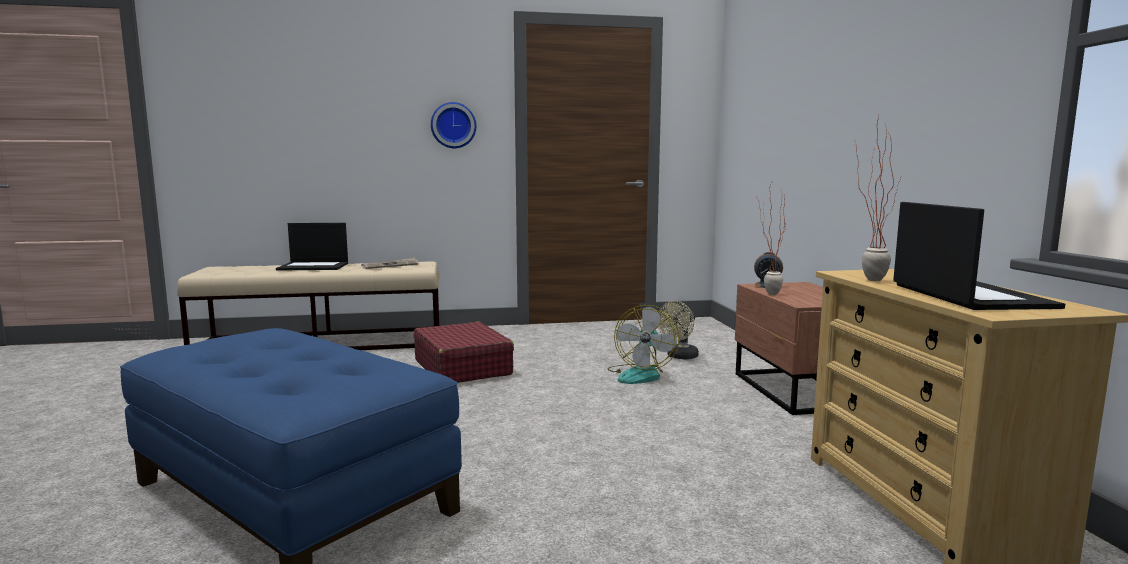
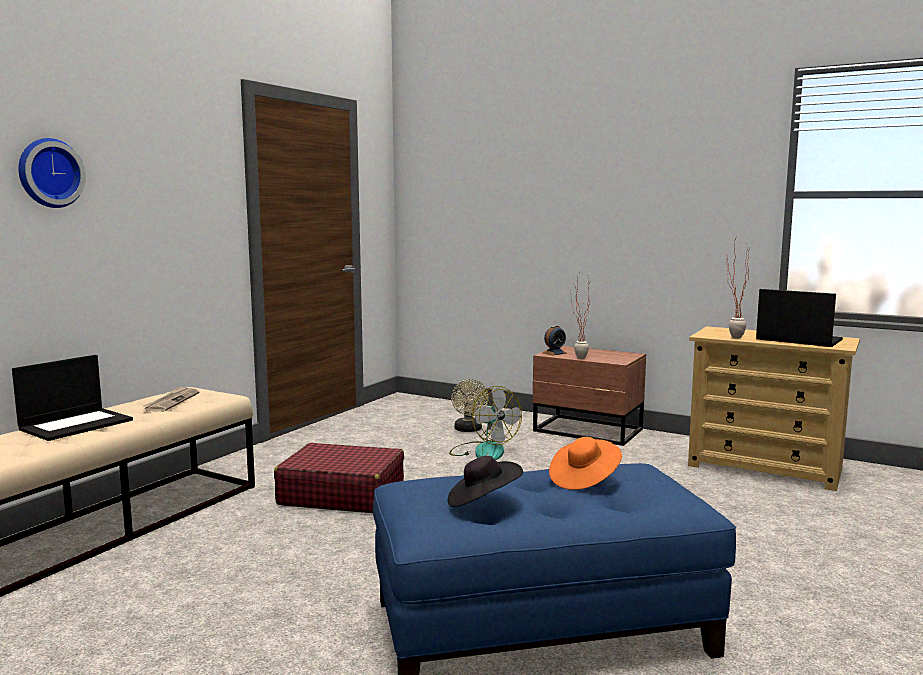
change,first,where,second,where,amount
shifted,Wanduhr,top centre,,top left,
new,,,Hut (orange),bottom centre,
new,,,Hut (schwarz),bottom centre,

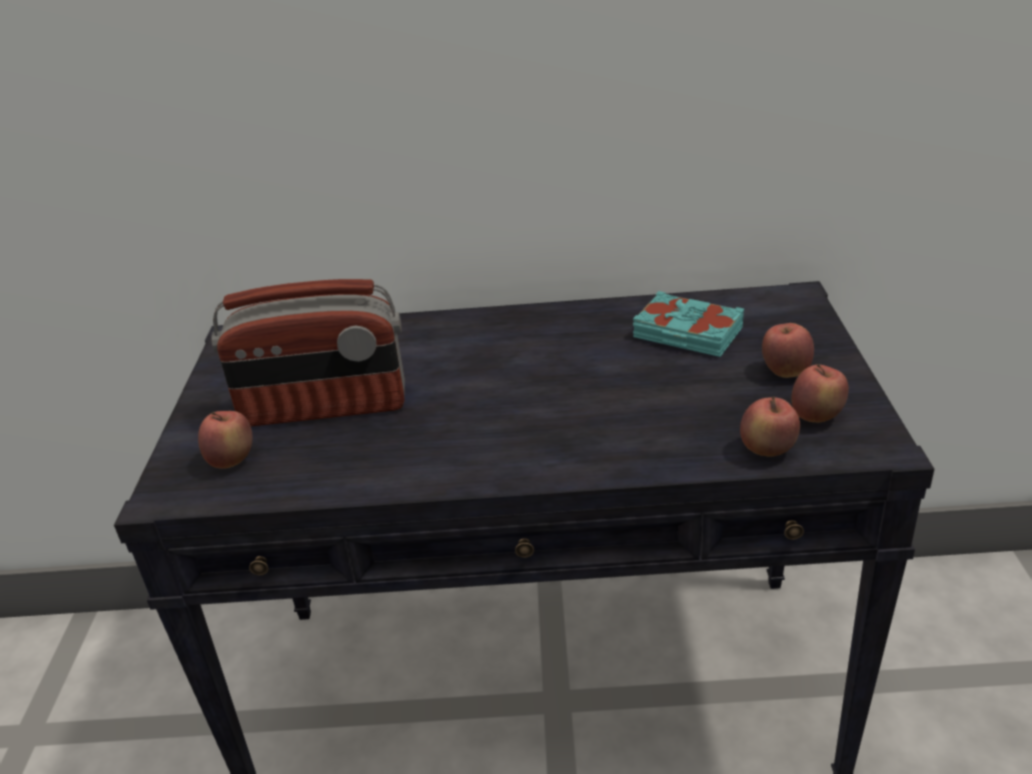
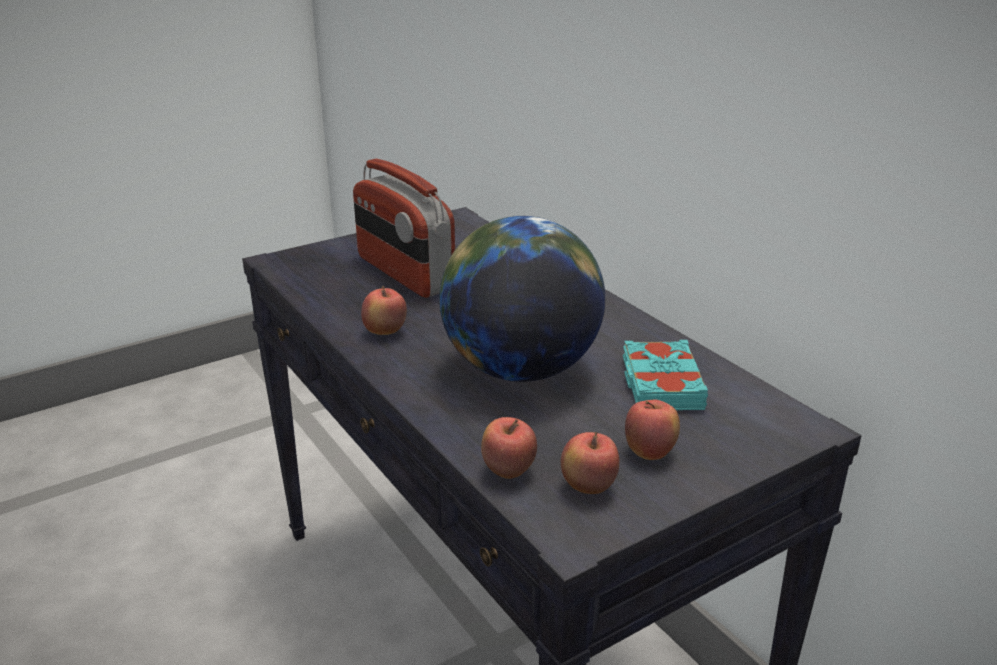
change,first,where,second,where,amount
shifted,Apfel (no. 1 from left),middle left,,centre,
new,,,Globus,centre,

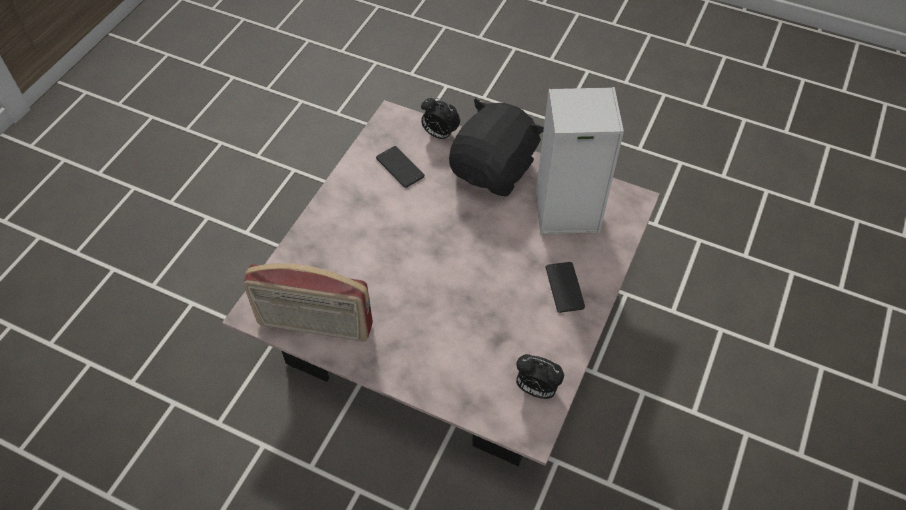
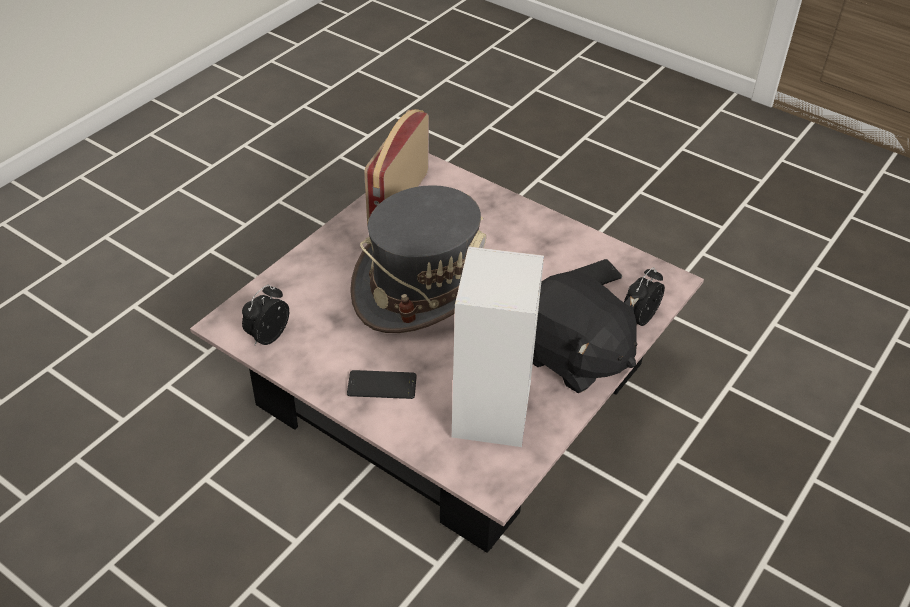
change,first,where,second,where,amount
new,,,Hut (grau),centre,

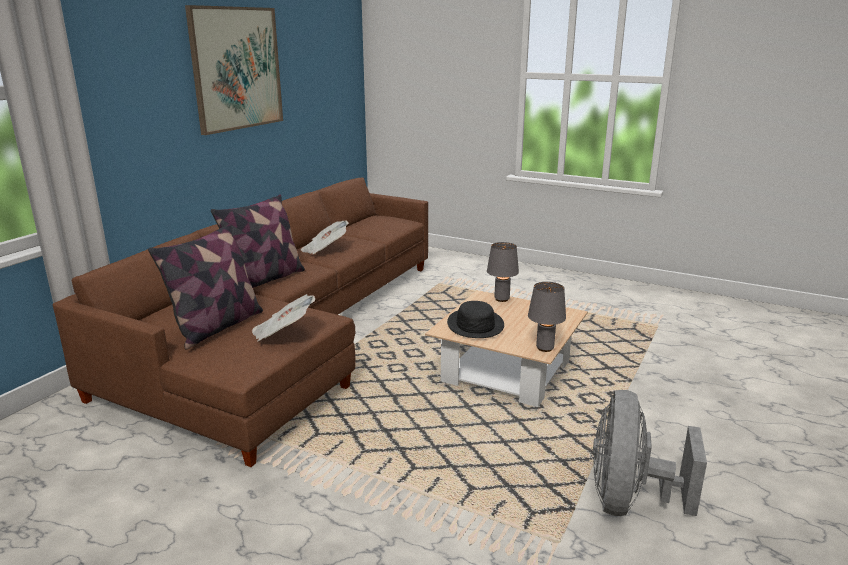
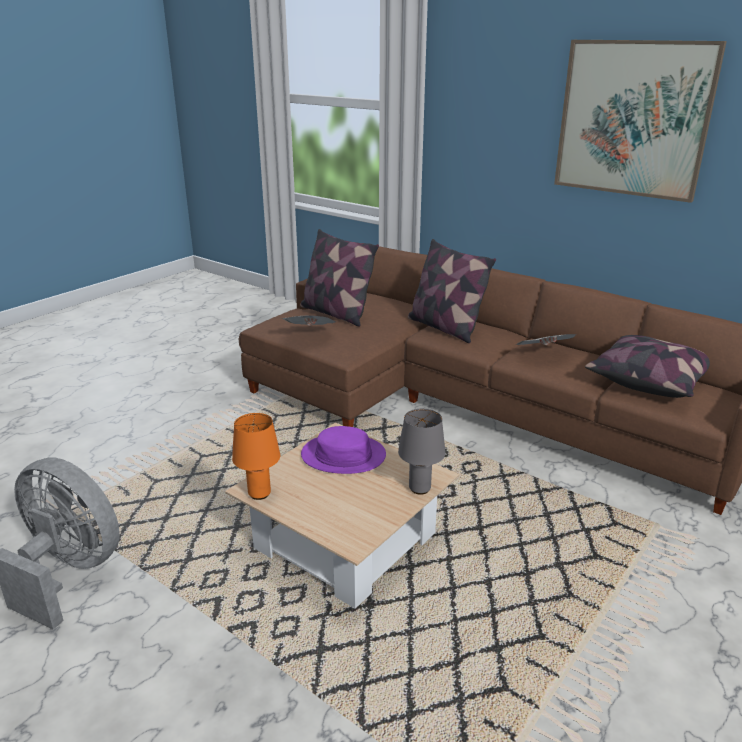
change,first,where,second,where,amount
repainted,Tischlampe (grau) (no. 2 from left),centre,Tischlampe (orange),centre,
repainted,Hut (schwarz),centre,Hut (lila),centre,
new,,,Kissen (no. 3 from left),middle right,

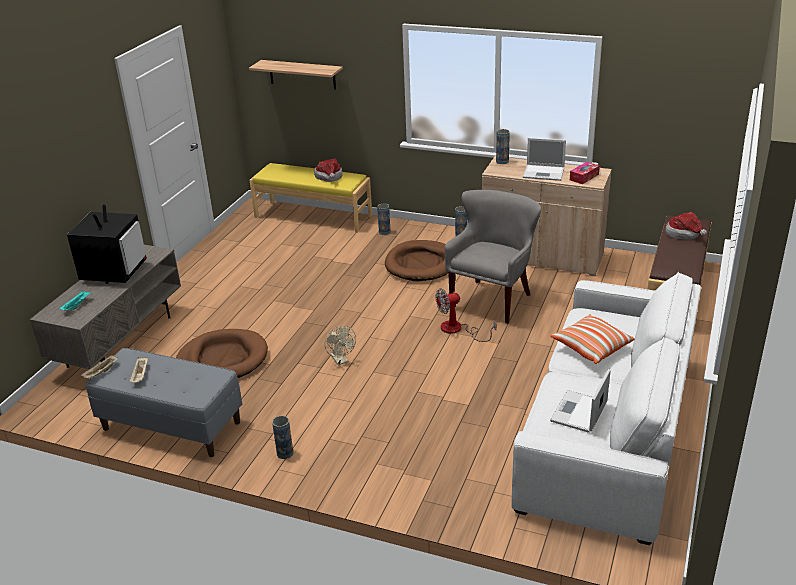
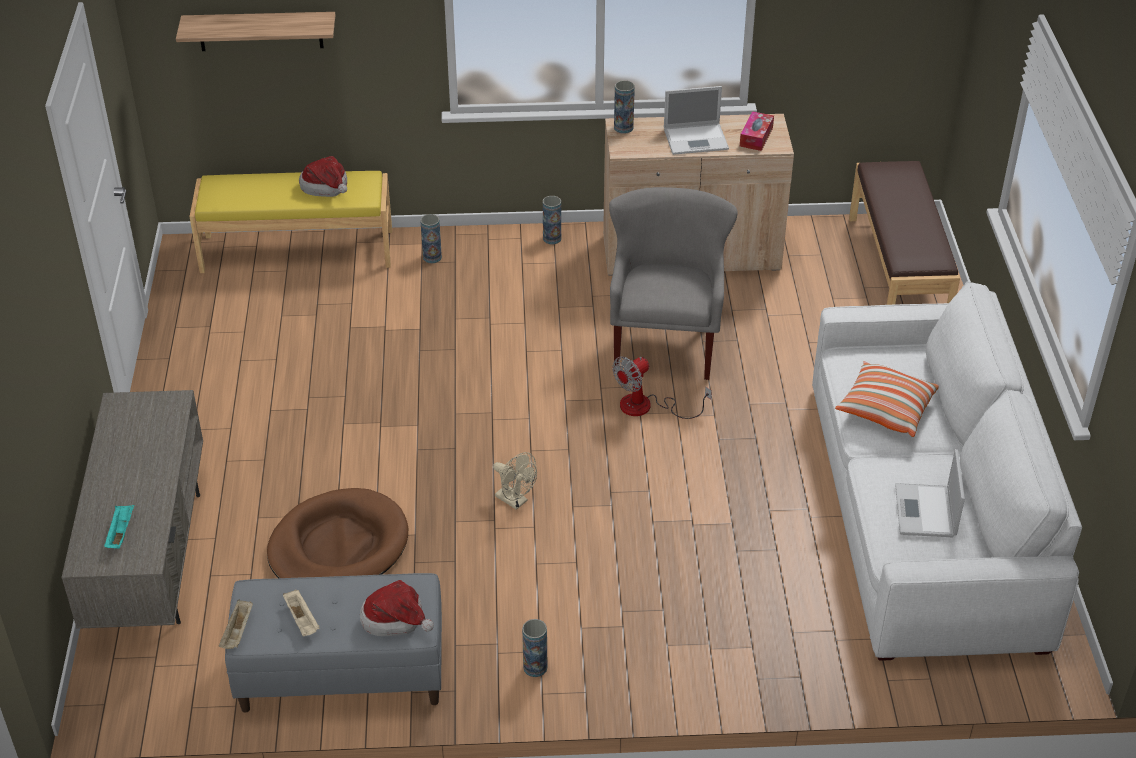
change,first,where,second,where,amount
gone,Fernseher,middle left,,,
shifted,Hut (no. 2 from left),middle right,,bottom centre,
gone,Hundebett (braun) (no. 2 from left),centre,,,

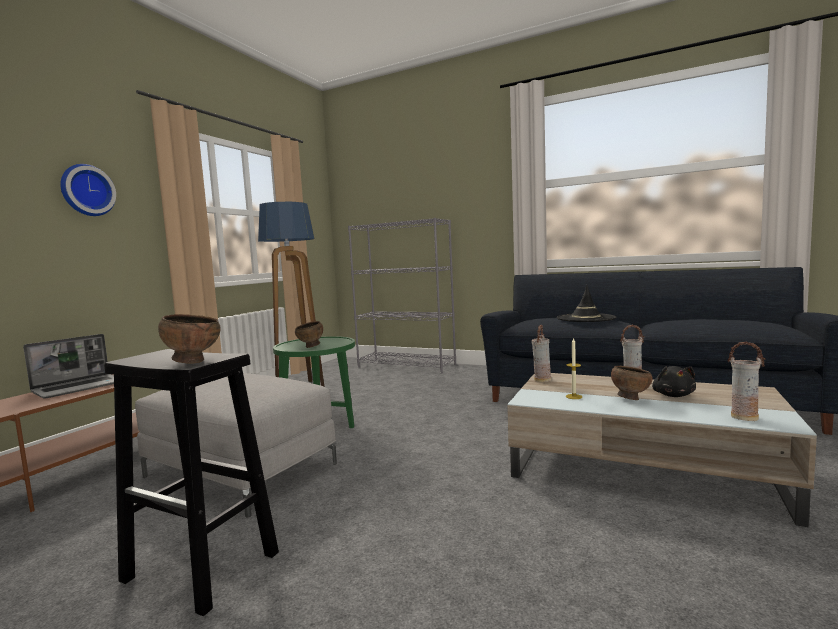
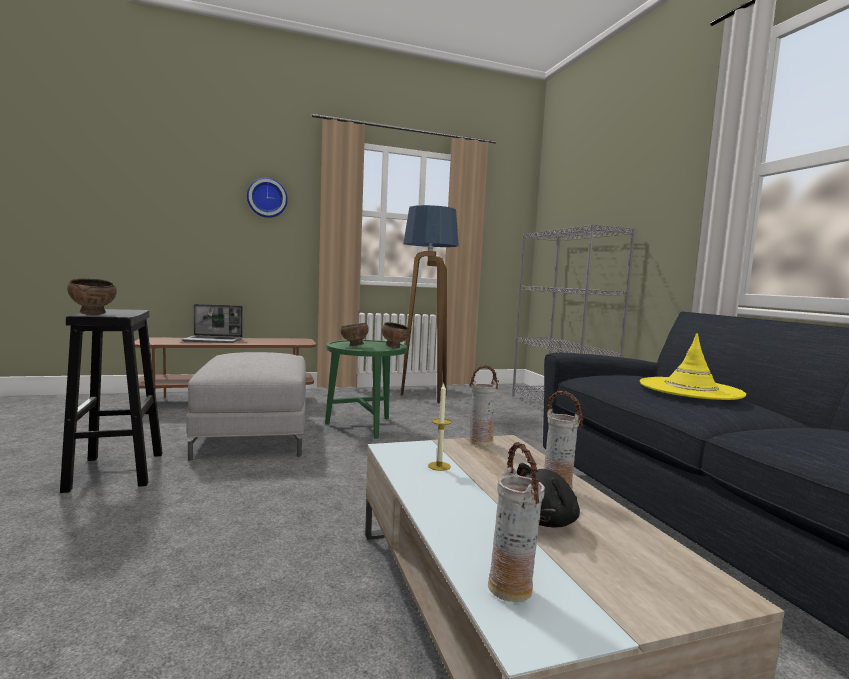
change,first,where,second,where,amount
repainted,Hut (schwarz),middle right,Hut (gelb),middle right,
shifted,Schüssel (braun) (no. 3 from left),middle right,,centre,

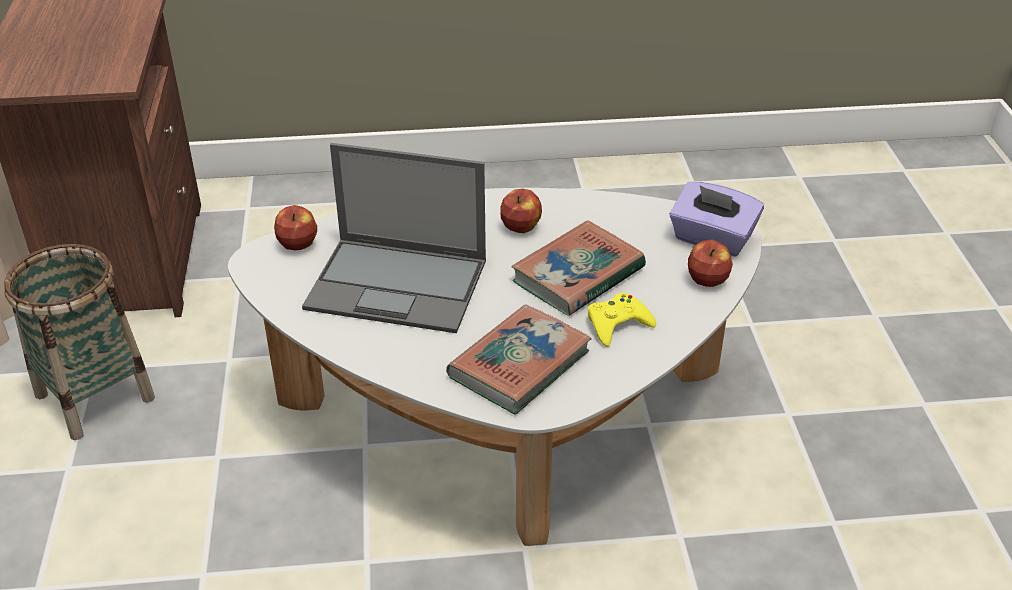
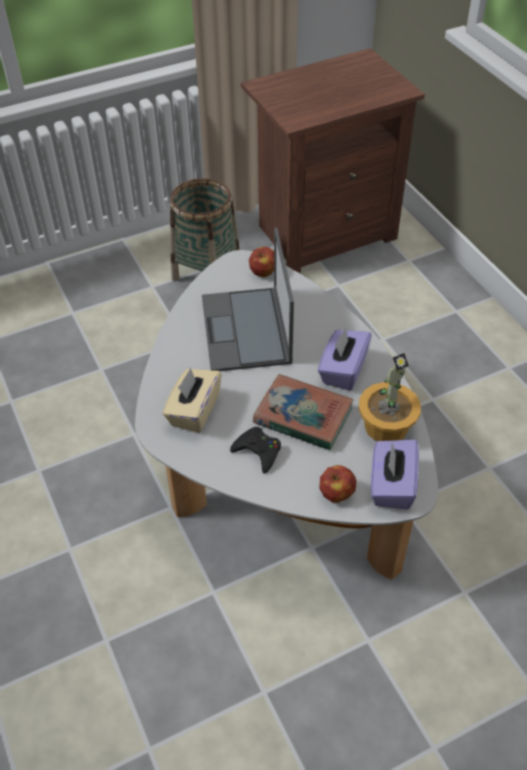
change,first,where,second,where,amount
swapped,Apfel (no. 2 from left),centre,Taschentuchbox (lila) (no. 1 from left),centre,
repainted,Gamepad (gelb),centre,Gamepad (schwarz),centre,
swapped,Buch (no. 1 from left),centre,Taschentuchbox (beige),centre,
new,,,Topfpflanze,middle right,

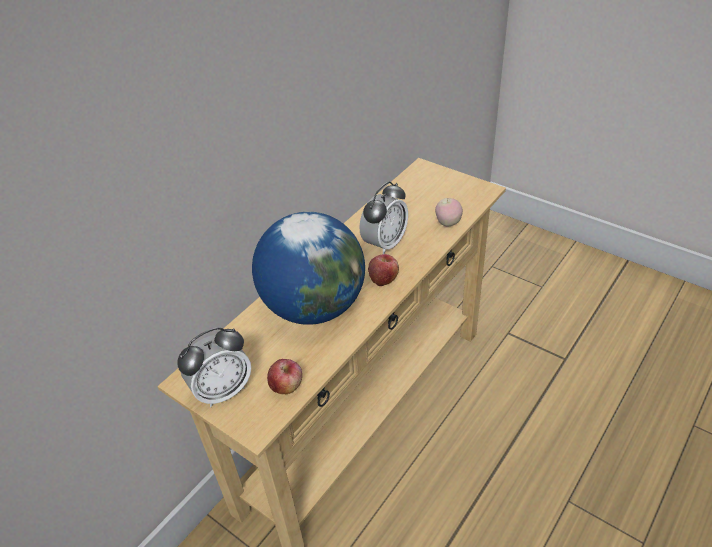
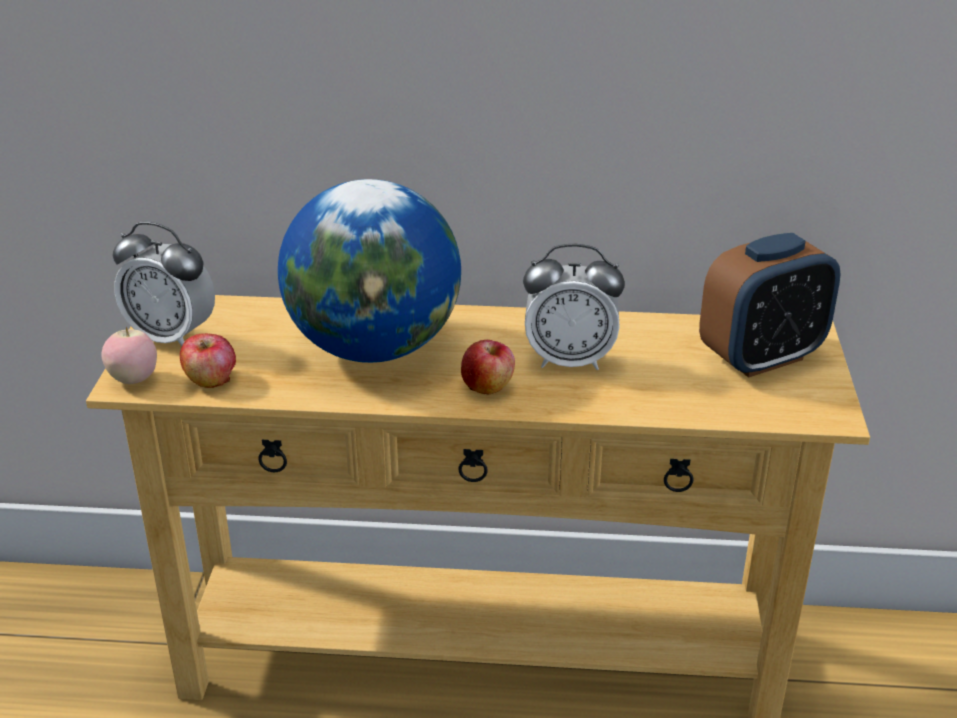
change,first,where,second,where,amount
shifted,Apfel (no. 3 from left in the first image),centre,Apfel (no. 1 from left),middle left,
new,,,Wecker (no. 3 from left),middle right,

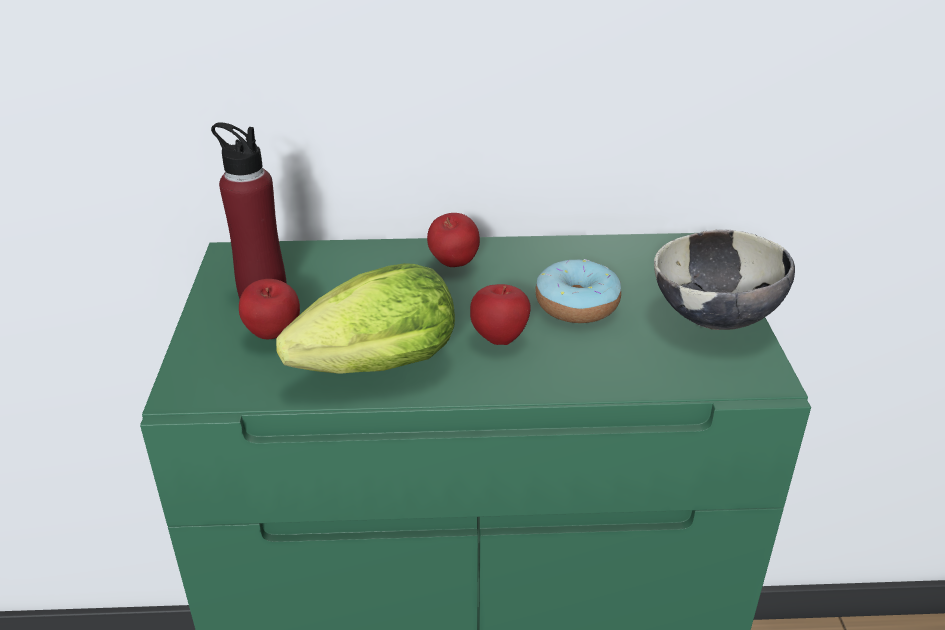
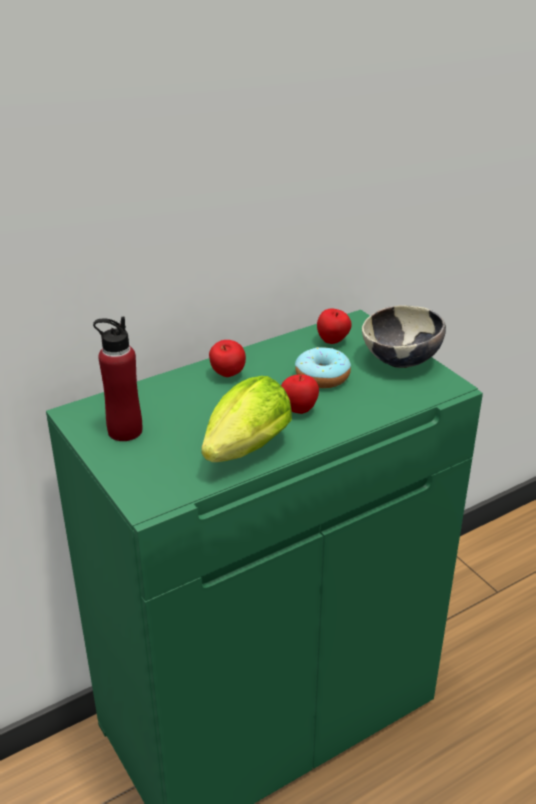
change,first,where,second,where,amount
shifted,Apfel (no. 1 from left in the first image),middle left,Apfel (no. 3 from left),centre,

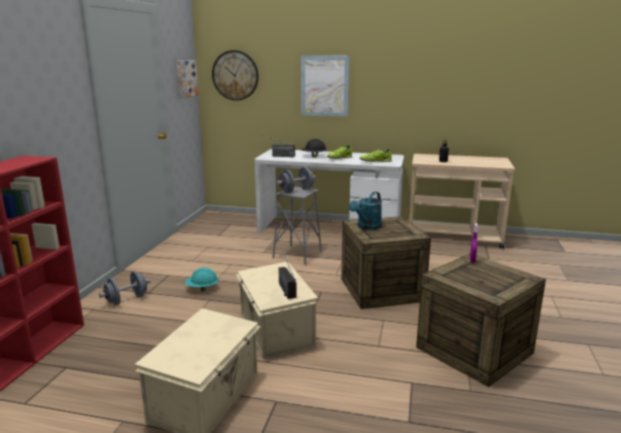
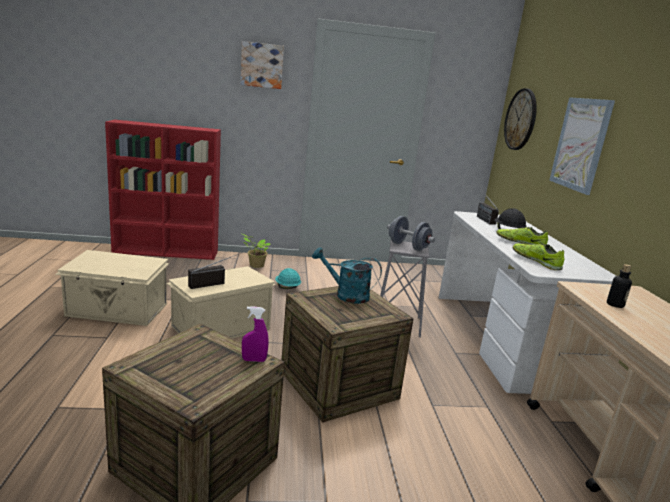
change,first,where,second,where,amount
shifted,Bild (no. 1 from left),top left,,top centre,
swapped,Hantel (grau) (no. 1 from left),middle left,Topfpflanze,centre,

